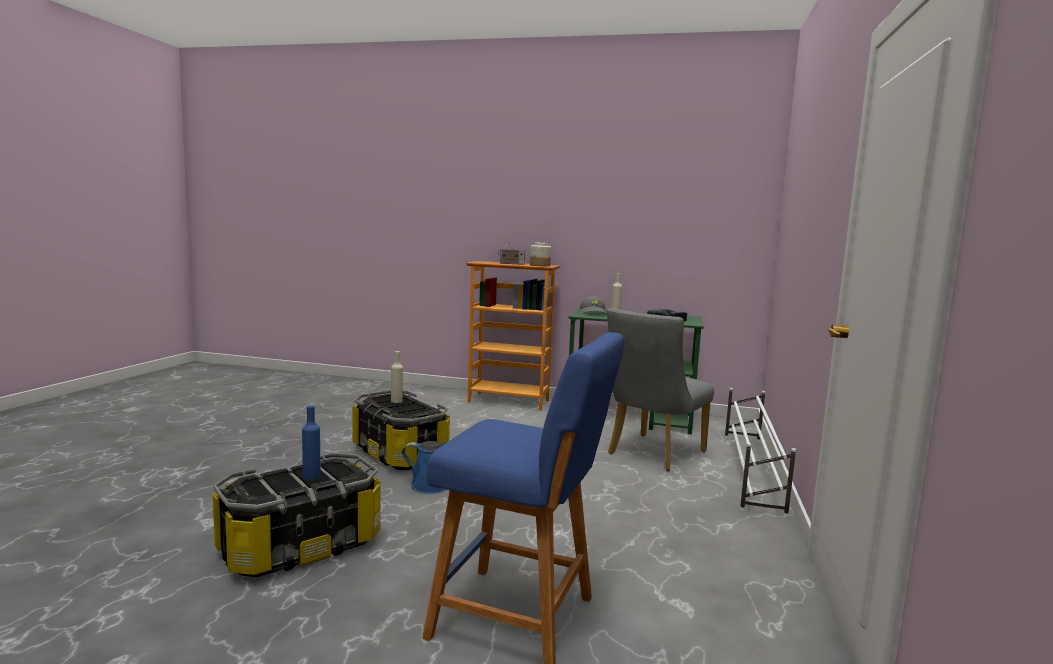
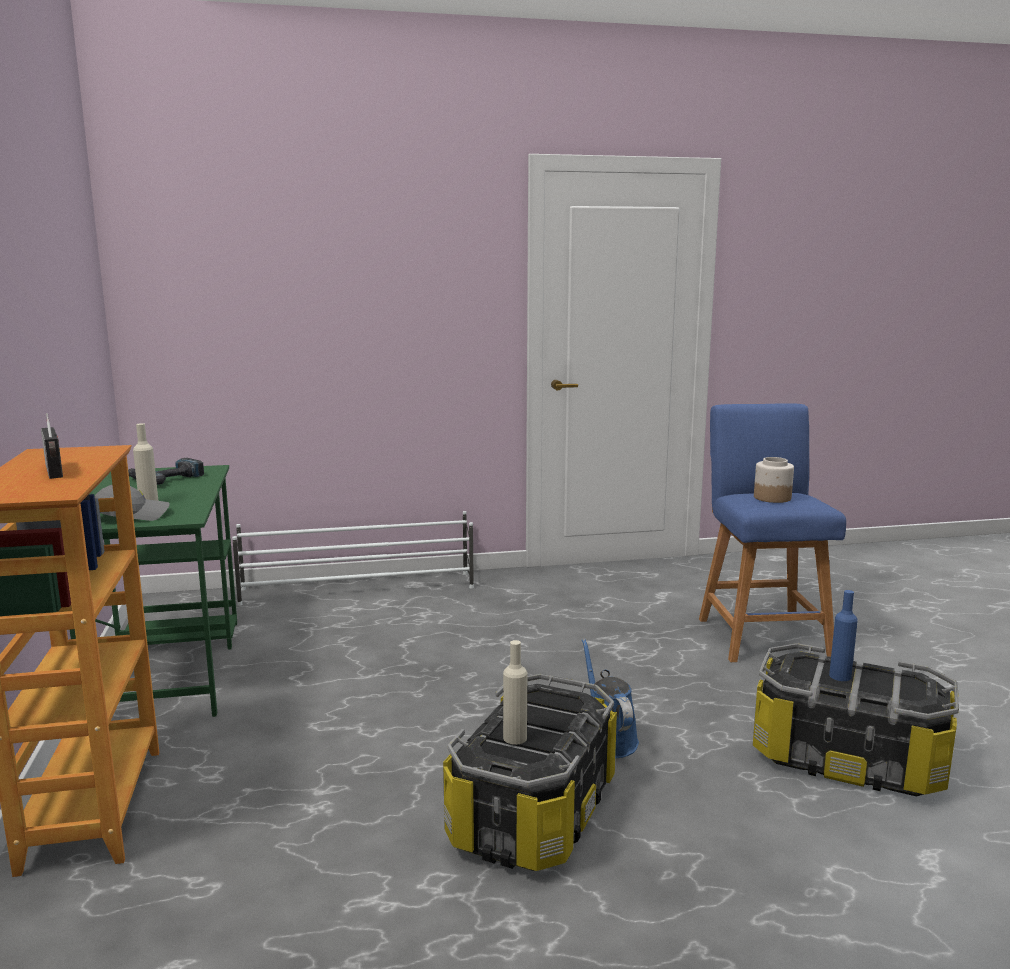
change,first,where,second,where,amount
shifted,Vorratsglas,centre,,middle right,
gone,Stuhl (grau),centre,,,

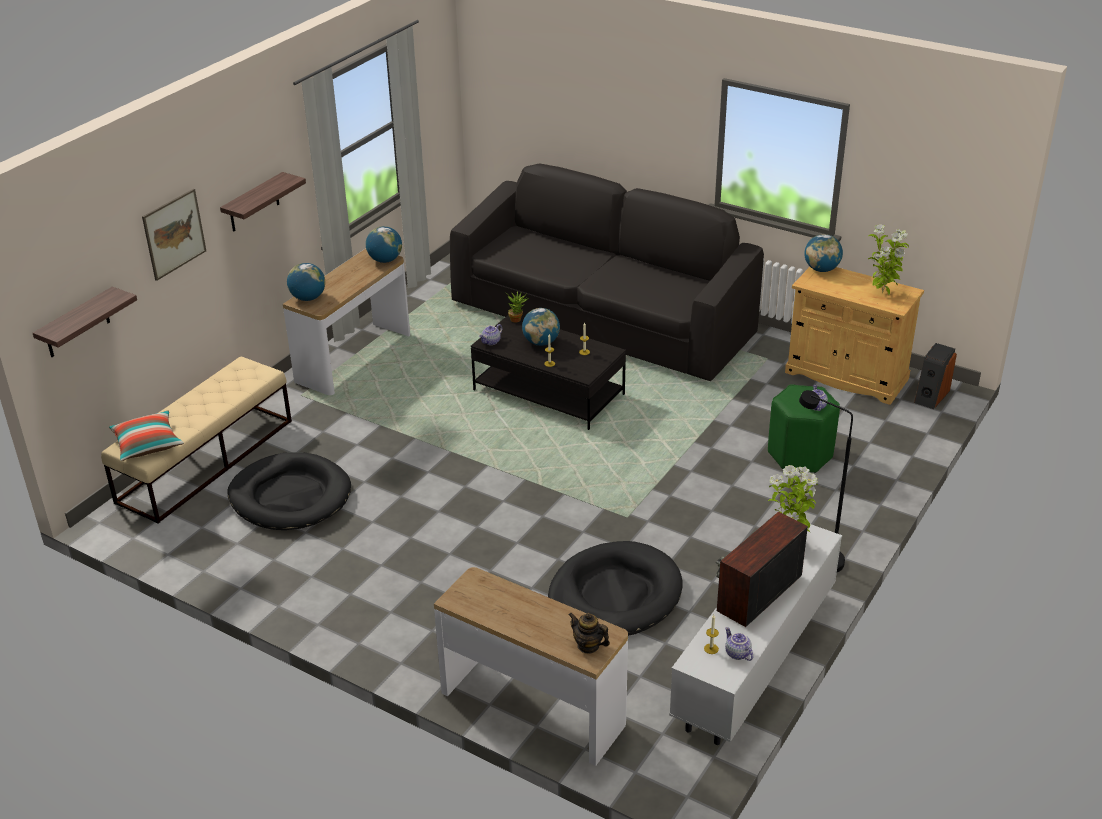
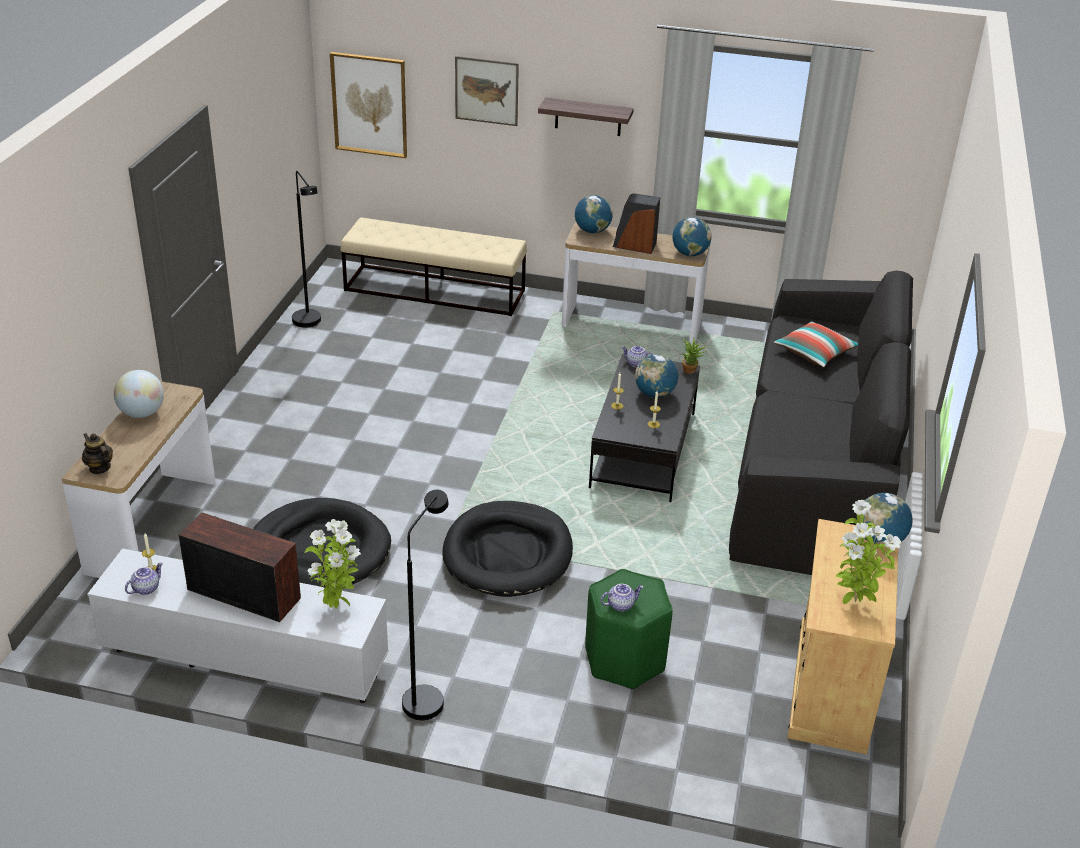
change,first,where,second,where,amount
swapped,Wandregal (no. 1 from left),middle left,Bild (no. 1 from left),top centre,
shifted,Lautsprecher,middle right,,top centre,
shifted,Kissen,middle left,,middle right,
shifted,Hundebett (schwarz) (no. 1 from left in the first image),middle left,Hundebett (schwarz) (no. 2 from left),centre,
rotated,Teekanne (no. 2 from left in the first image),bottom centre,Teekanne (no. 1 from left),middle left,60 degrees counterclockwise
new,,,Stehlampe (schwarz) (no. 1 from left),top left,
new,,,Globus (no. 1 from left),middle left,

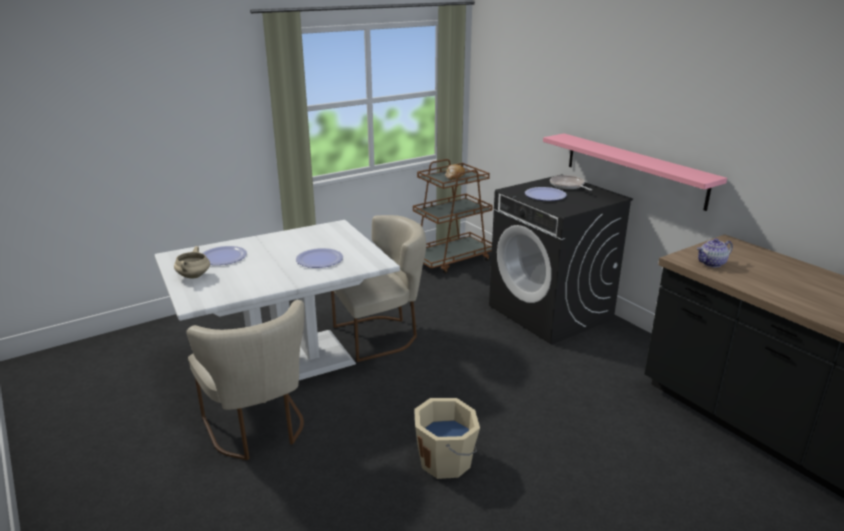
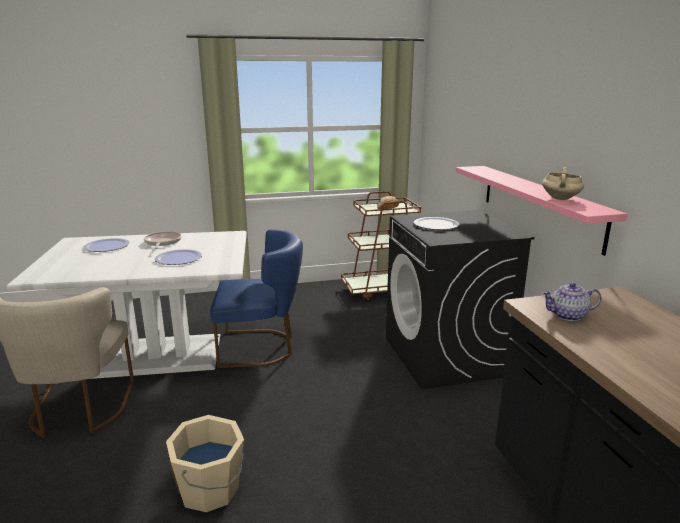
change,first,where,second,where,amount
shifted,Pfanne,middle right,,middle left,
repainted,Stuhl (beige) (no. 2 from left),centre,Stuhl (blau),centre,
shifted,Kochtopf (beige),middle left,,middle right,

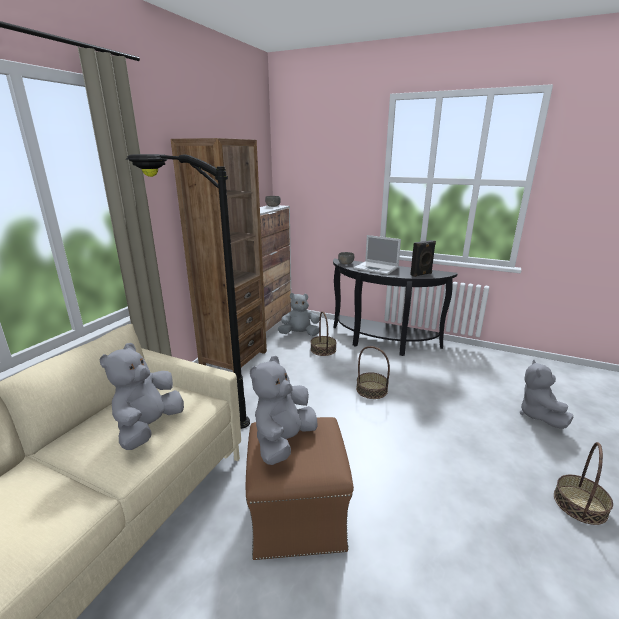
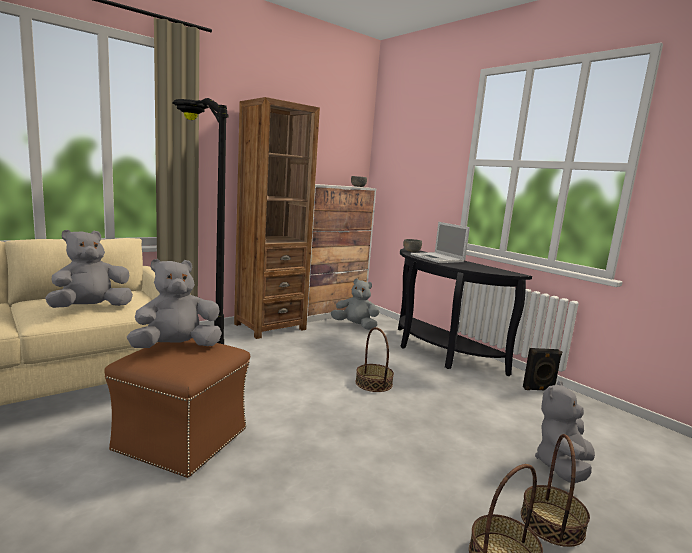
change,first,where,second,where,amount
shifted,Lautsprecher (schwarz),middle right,,bottom right,
shifted,Korb (no. 1 from left in the first image),centre,Korb (no. 3 from left),bottom right,

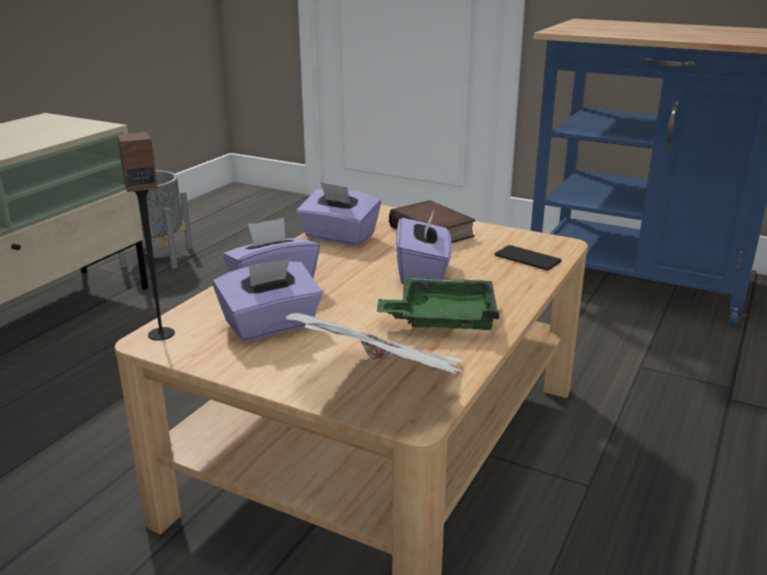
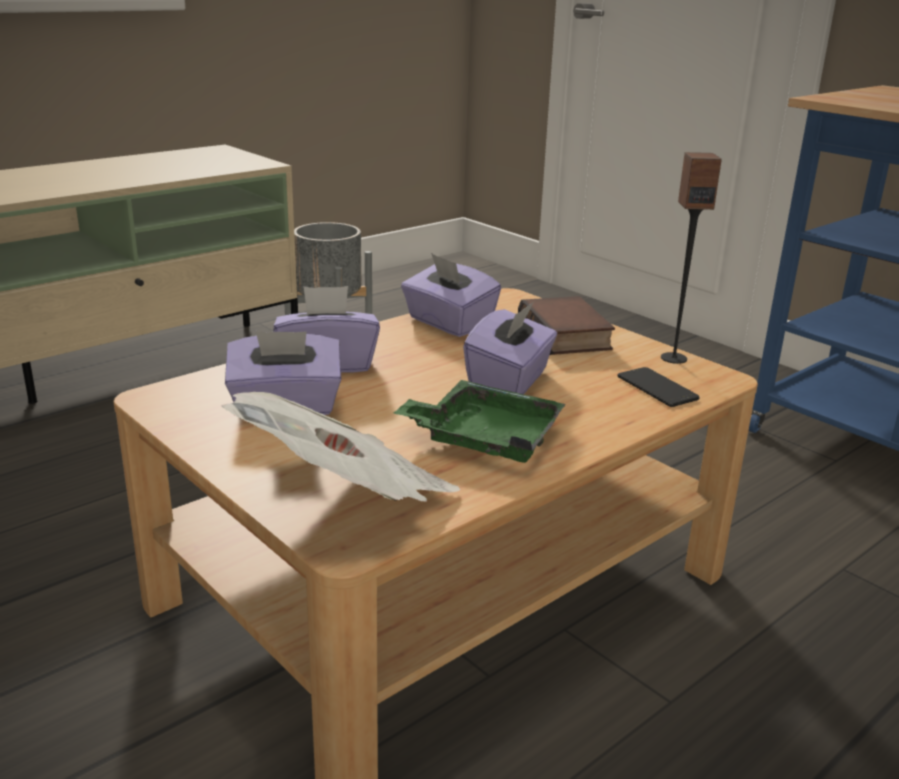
change,first,where,second,where,amount
shifted,Lautsprecher,middle left,,top right,

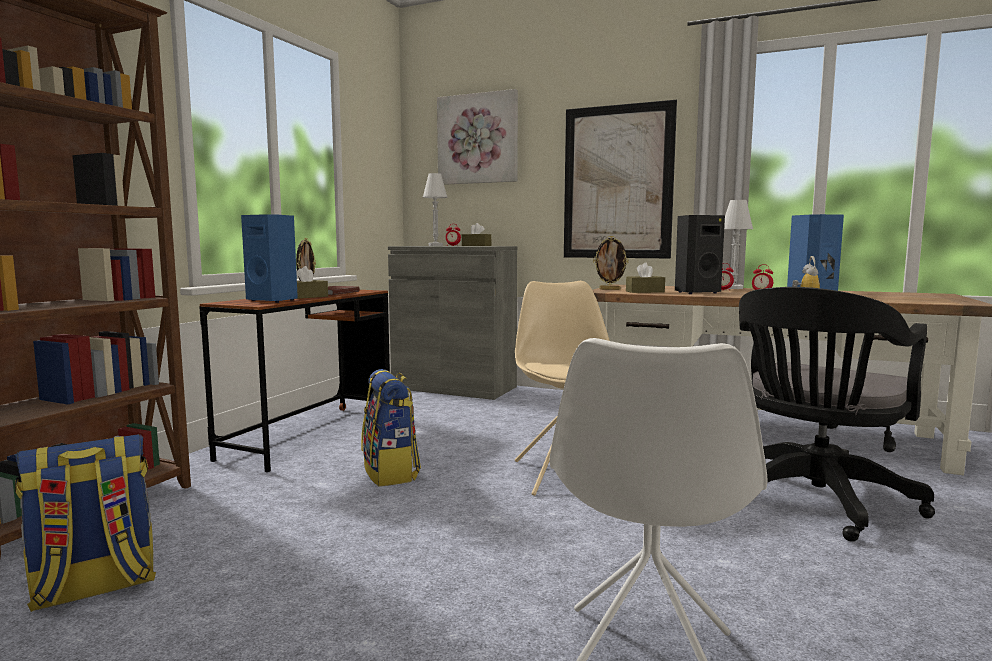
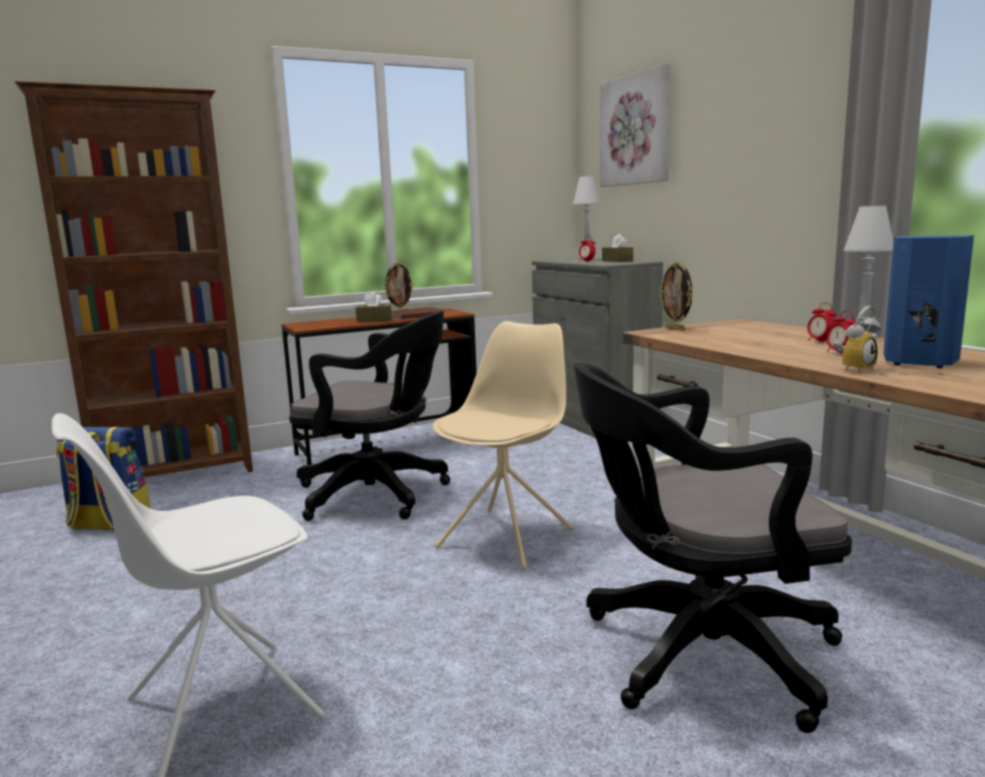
change,first,where,second,where,amount
gone,Bild (no. 2 from left),top centre,,,
gone,Lautsprecher (blau) (no. 1 from left),middle left,,,
gone,Lautsprecher (schwarz),middle right,,,
gone,Taschentuchbox (braun) (no. 3 from left),centre,,,
swapped,Rucksack (no. 2 from left),centre,Bürostuhl (schwarz) (no. 1 from left),centre,

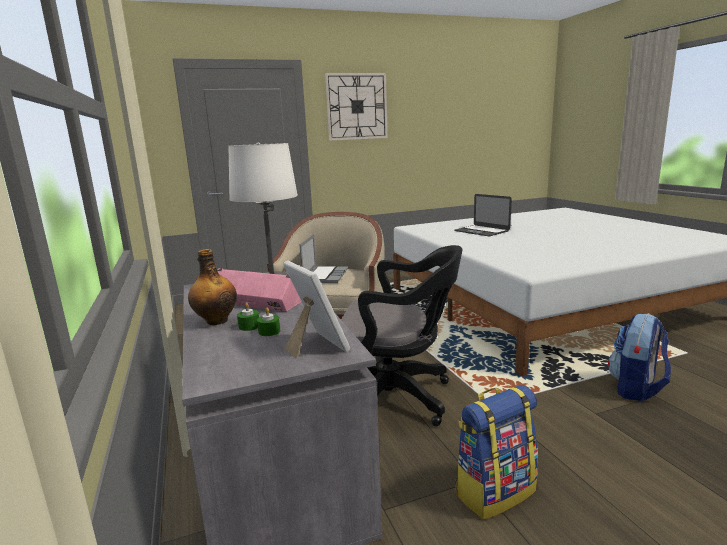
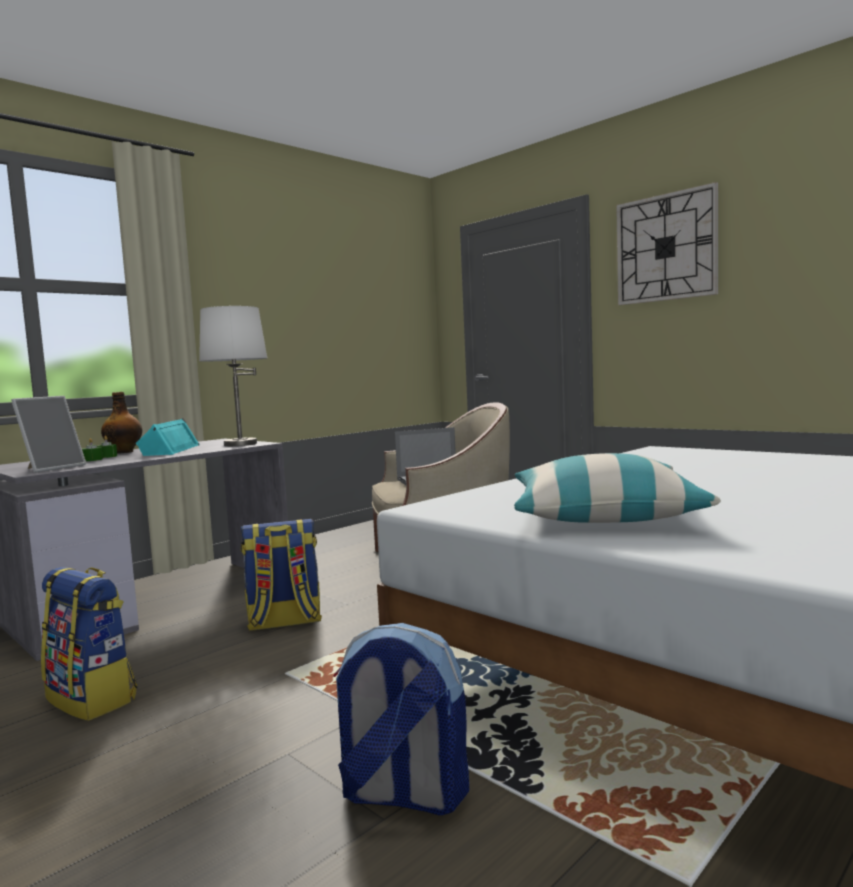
change,first,where,second,where,amount
gone,Laptop (no. 2 from left),centre,,,
swapped,Bürostuhl (schwarz),centre,Rucksack (no. 2 from left),middle left,
repainted,Lautsprecher (rosa),centre,Lautsprecher (türkis),middle left,
new,,,Kissen,middle right,

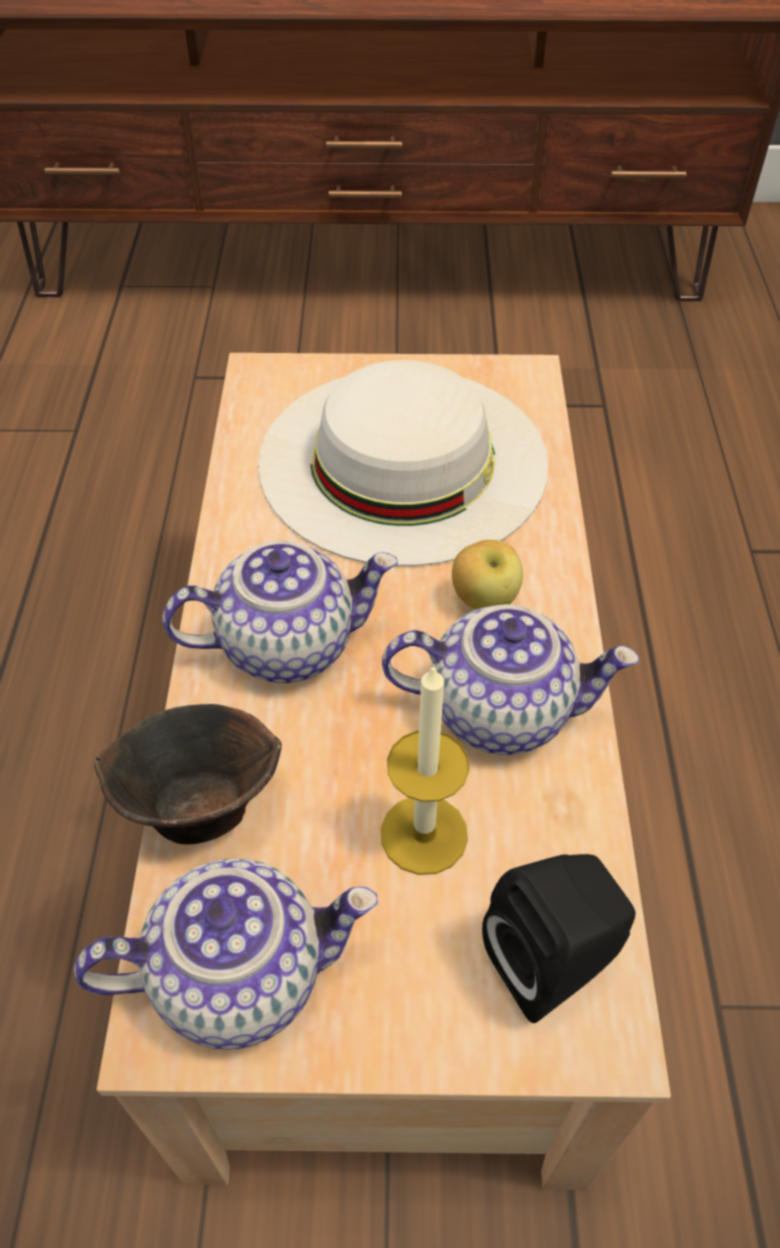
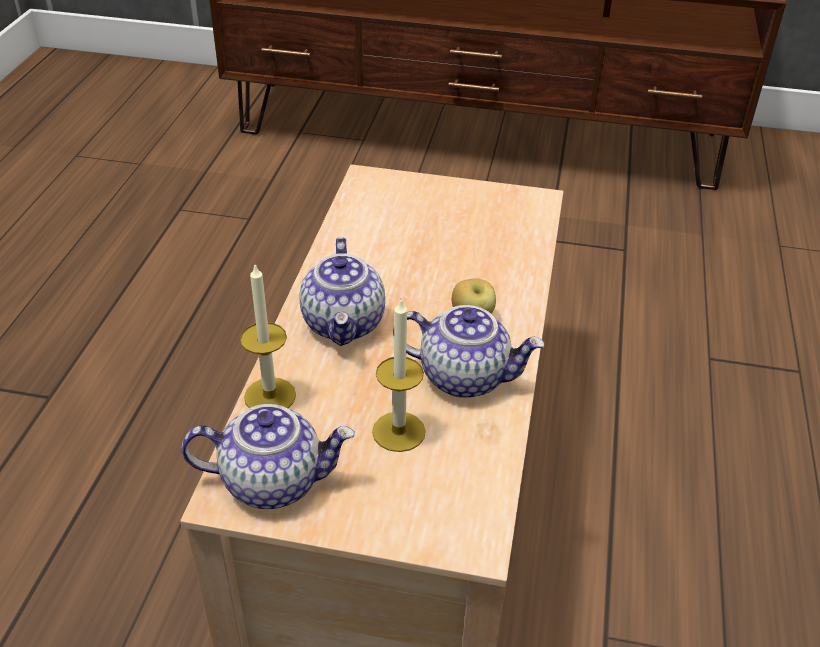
change,first,where,second,where,amount
gone,Hut (weiß),centre,,,
rotated,Teekanne (no. 2 from left),centre,,centre,90 degrees clockwise
swapped,Schüssel (braun),middle left,Kerze (no. 1 from left),middle left,
gone,Lautsprecher (schwarz),bottom right,,,

